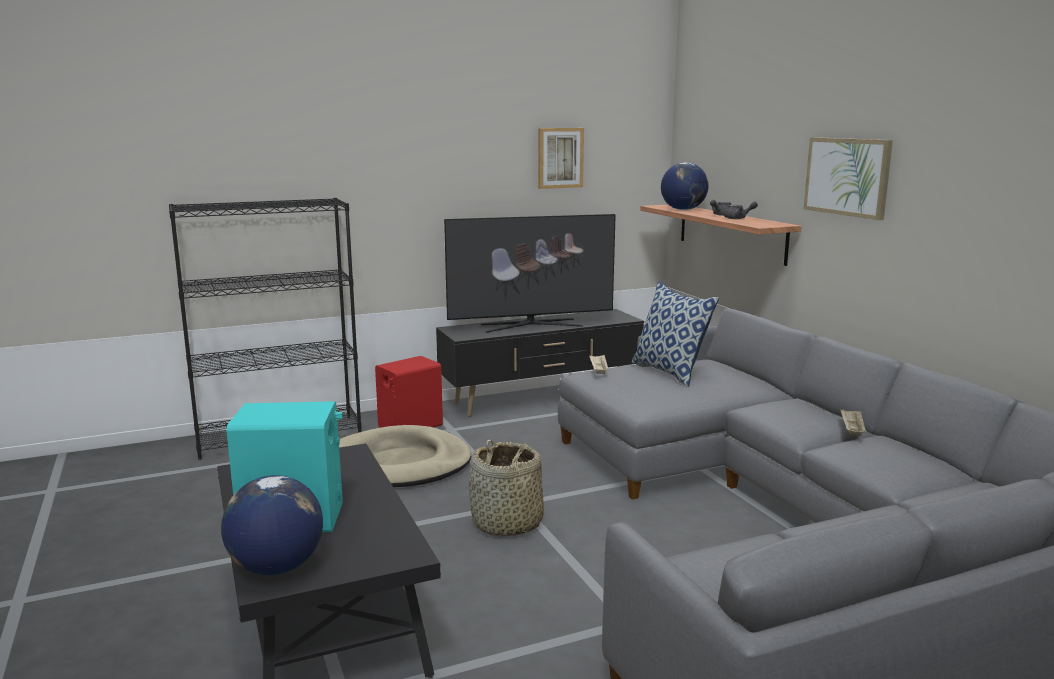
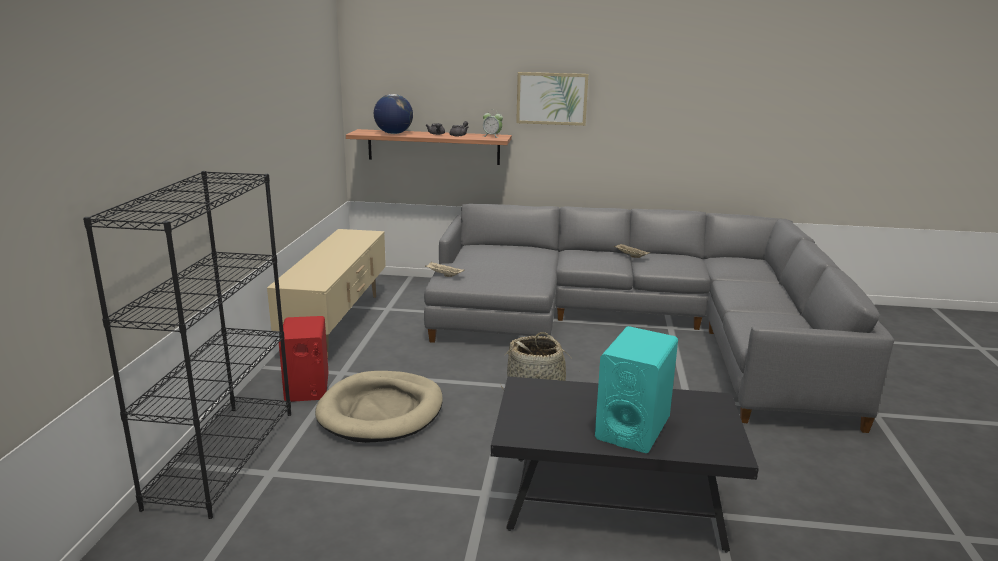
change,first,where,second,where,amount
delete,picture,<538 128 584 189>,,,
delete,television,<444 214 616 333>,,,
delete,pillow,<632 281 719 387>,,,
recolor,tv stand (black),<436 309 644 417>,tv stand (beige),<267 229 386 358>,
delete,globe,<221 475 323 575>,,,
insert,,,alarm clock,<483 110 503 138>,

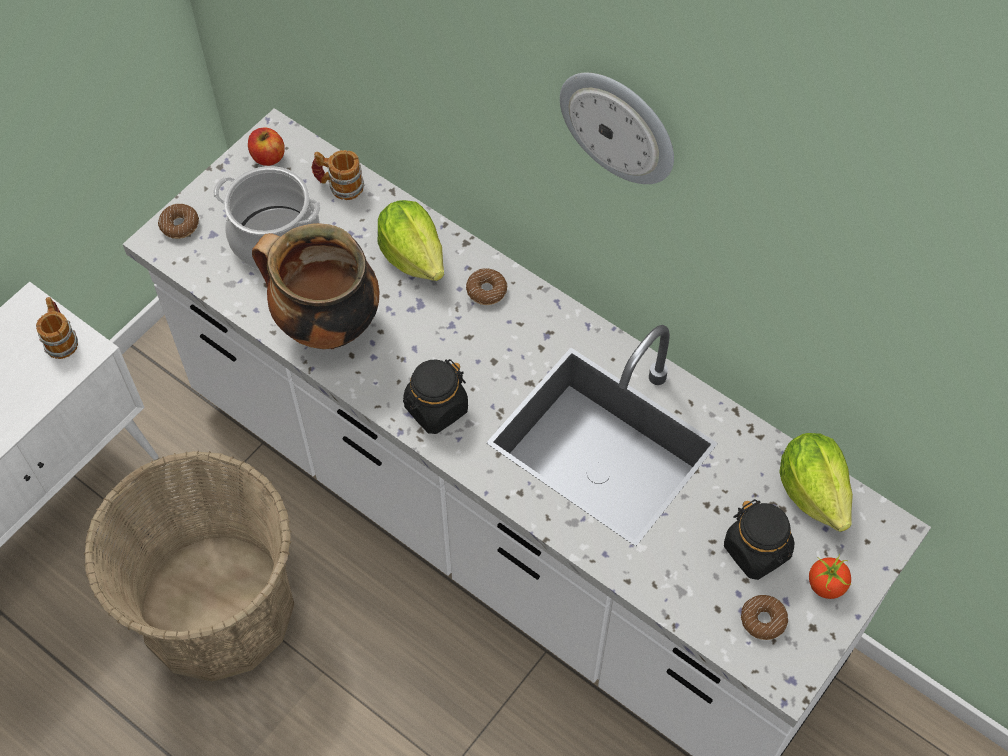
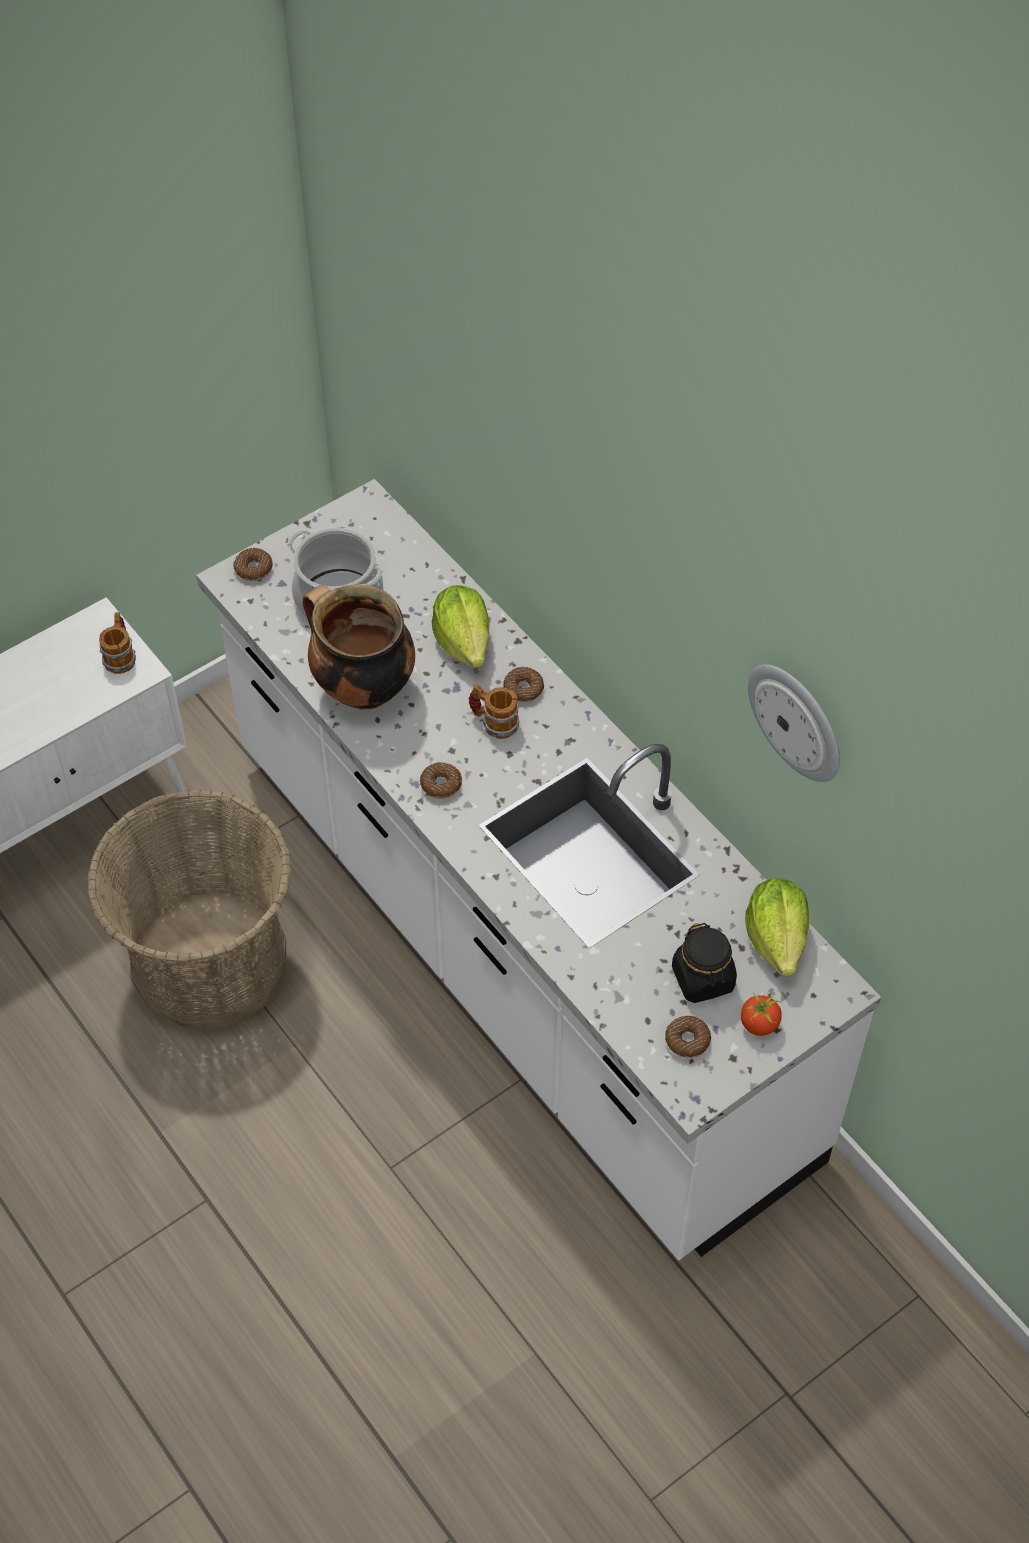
change,first,where,second,where,amount
move,wall clock,<560 73 674 184>,,<748 664 840 782>,
delete,apple,<248 127 285 166>,,,
move,mug,<311 150 364 200>,,<469 684 519 739>,
replace,jar (black),<403 359 468 434>,donut,<420 762 462 799>,

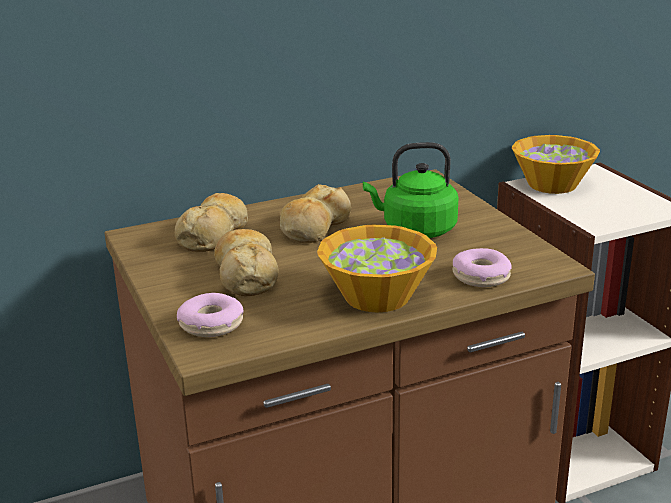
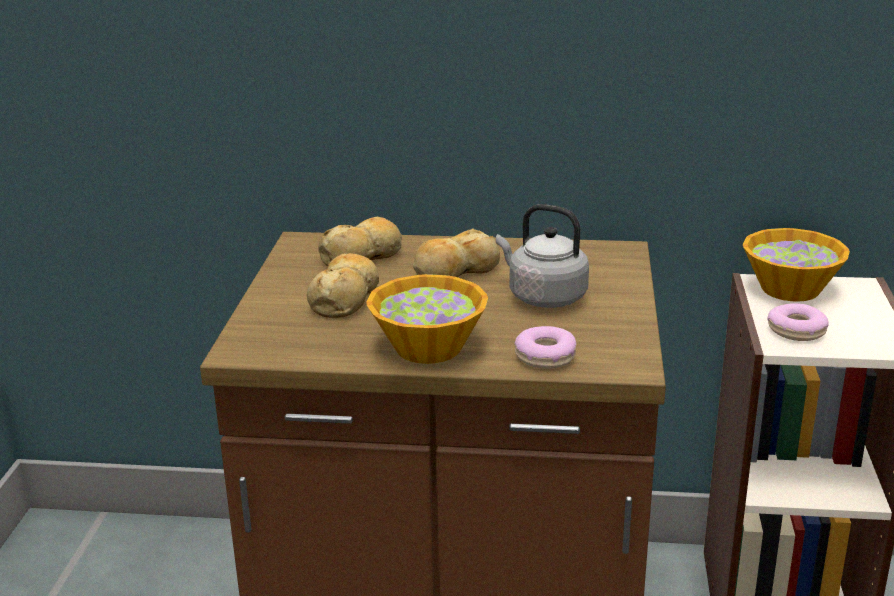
change,first,where,second,where,amount
recolor,kettle (green),<363 142 459 238>,kettle (grey),<496 204 589 308>,
move,donut,<177 293 243 337>,,<767 303 829 341>,

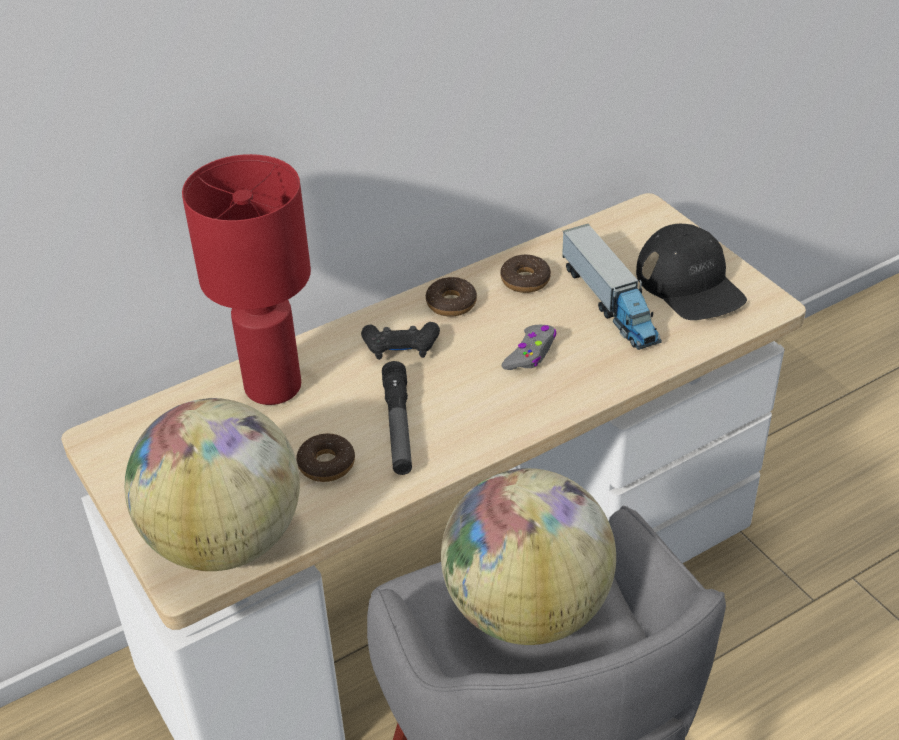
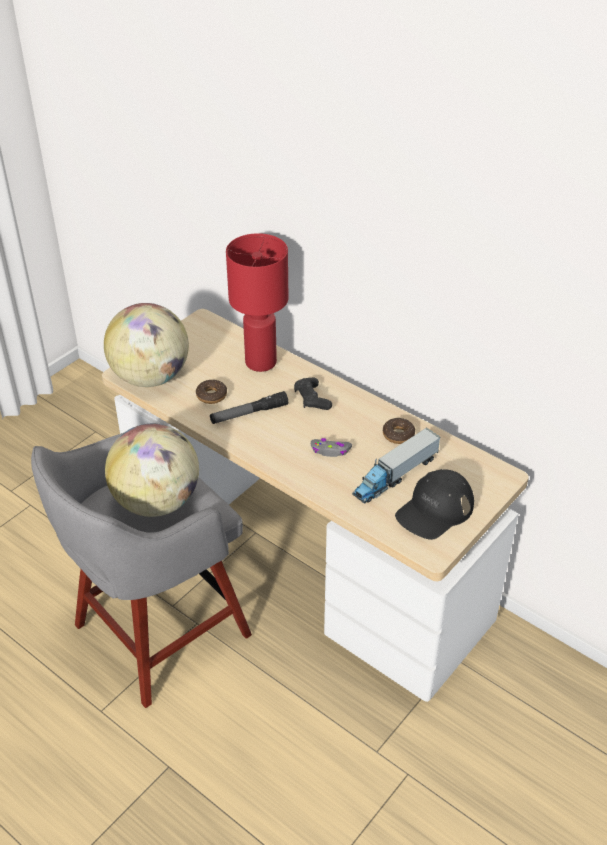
change,first,where,second,where,amount
delete,donut,<426 277 477 317>,,,

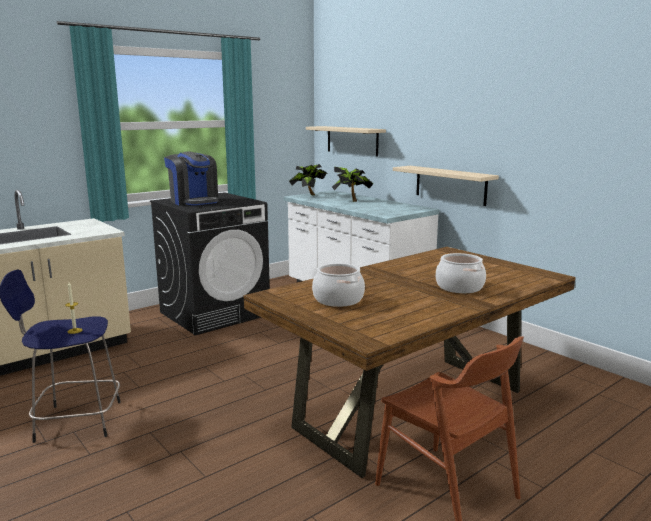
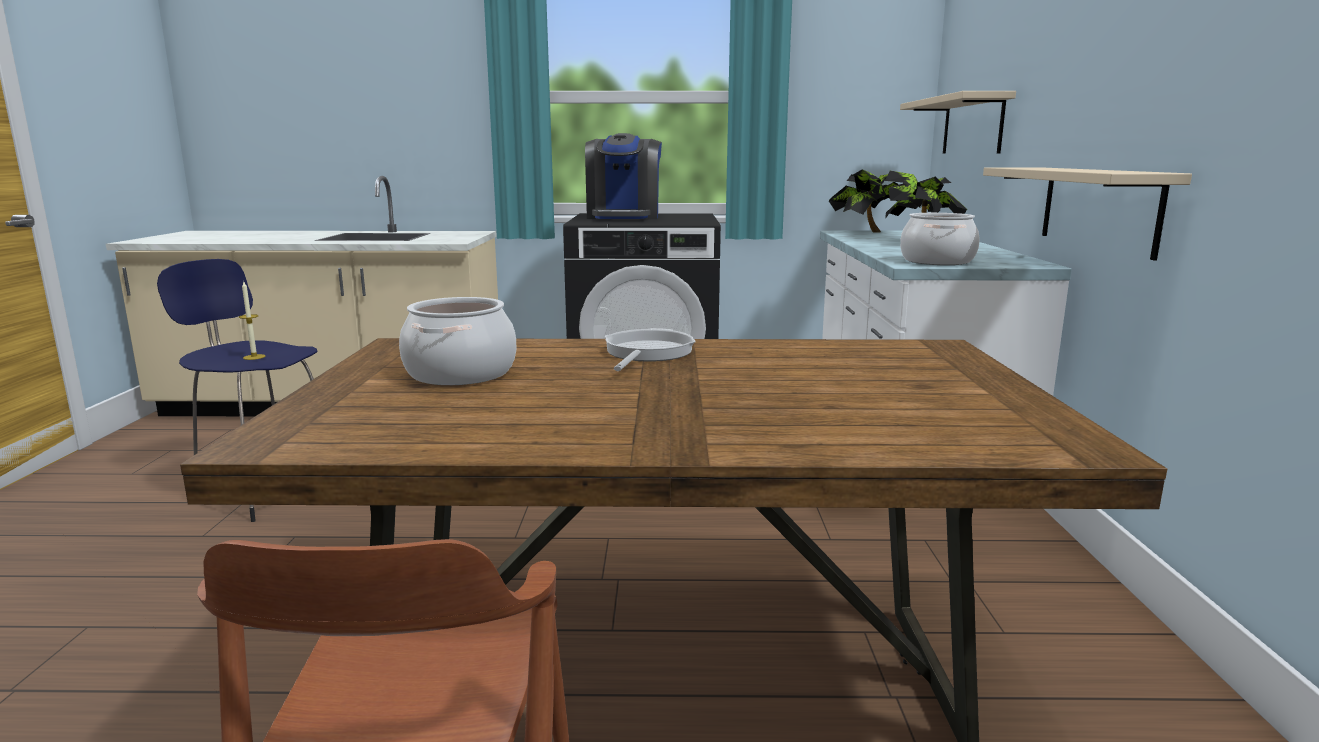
change,first,where,second,where,amount
move,cooking pot,<436 253 486 293>,,<900 213 980 265>,
insert,,,frying pan,<605 328 696 371>,

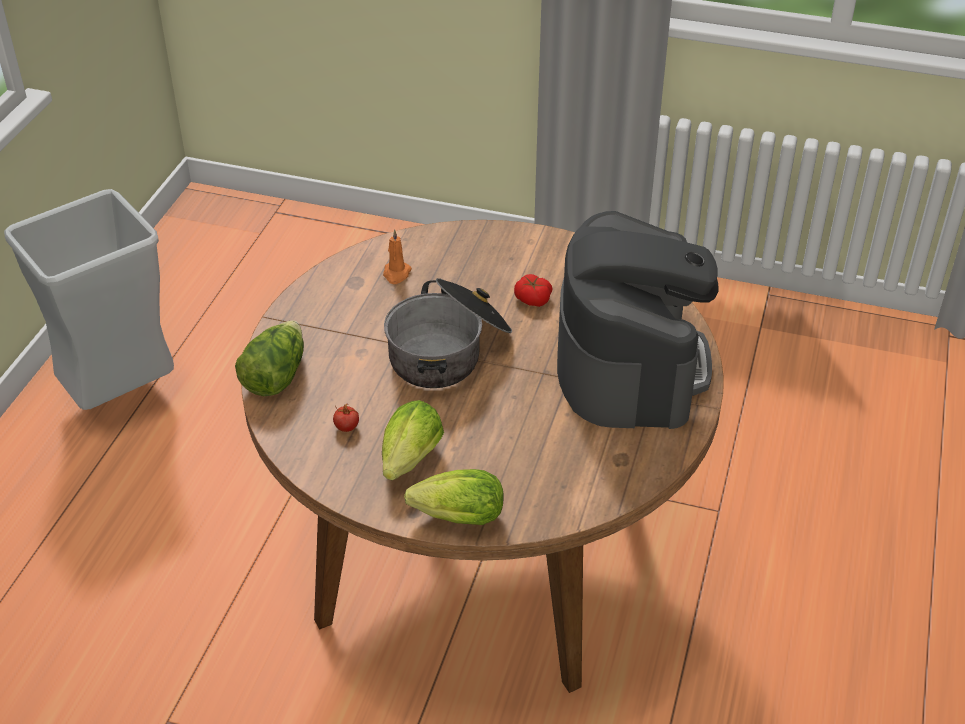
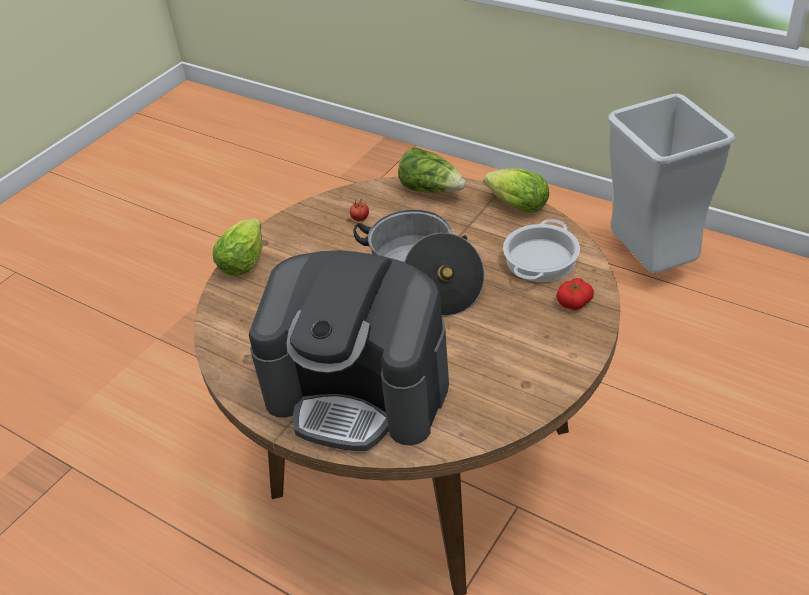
change,first,where,second,where,amount
replace,candle (orange),<383 229 412 284>,cooking pot,<503 219 580 282>,
move,tomato,<514 274 552 307>,,<556 278 594 310>,
move,lettuce,<382 400 444 481>,,<483 169 549 212>,

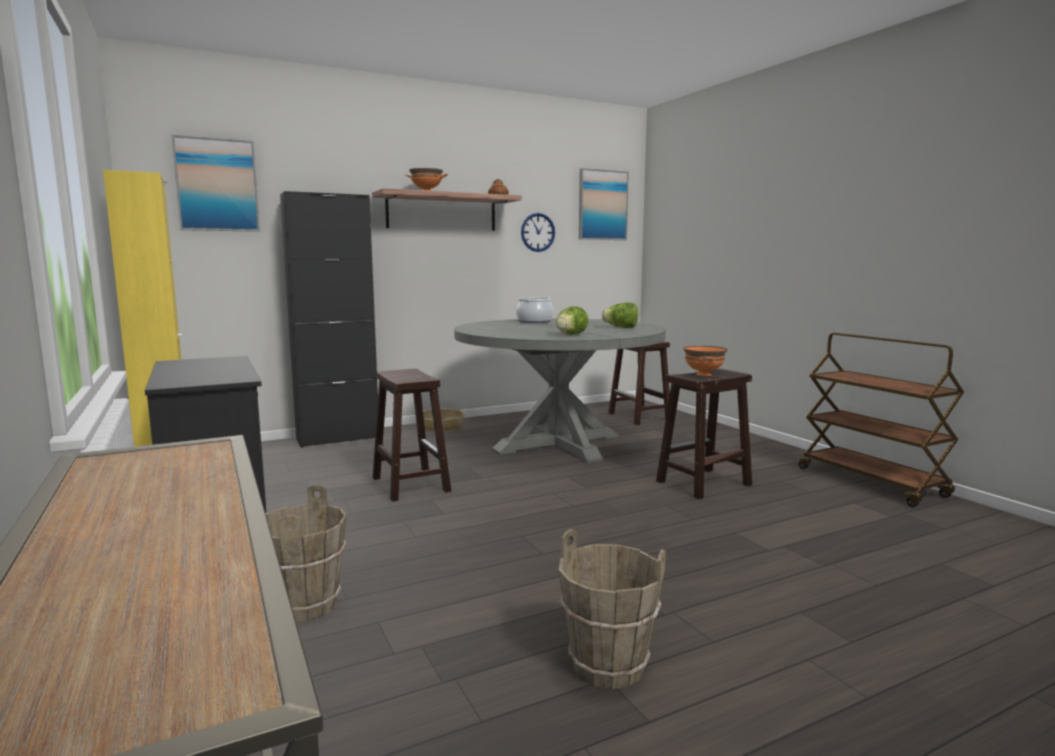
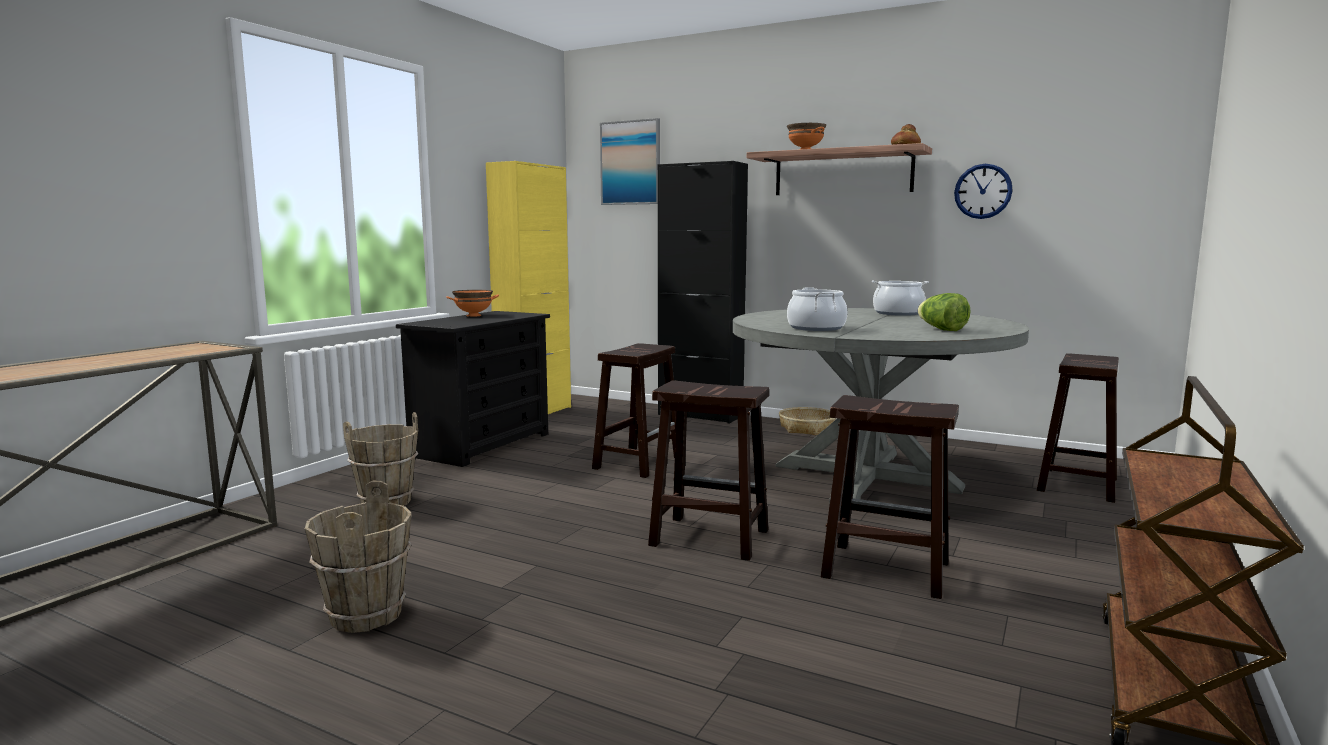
change,first,where,second,where,amount
delete,picture,<579 168 629 240>,,,
replace,lettuce,<556 306 588 334>,cooking pot,<787 287 847 331>,
move,bowl (orange),<683 346 727 376>,,<446 290 499 317>,
insert,,,stool (brown),<648 380 769 561>,

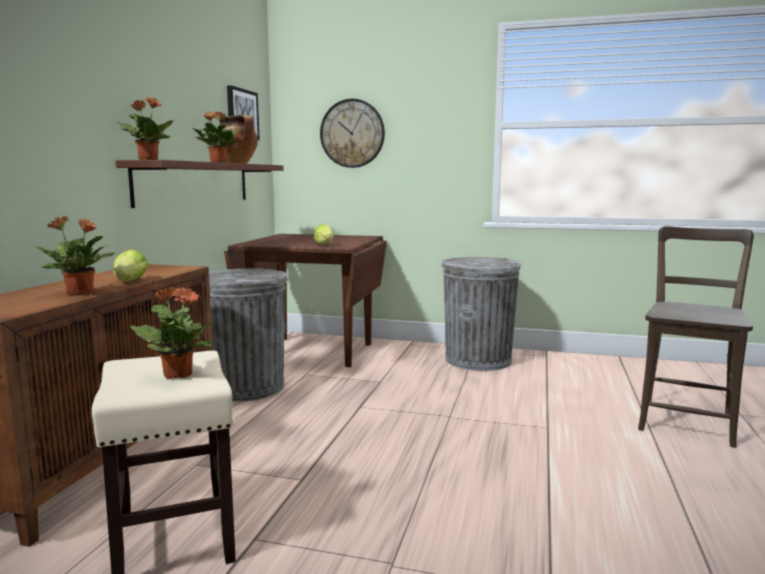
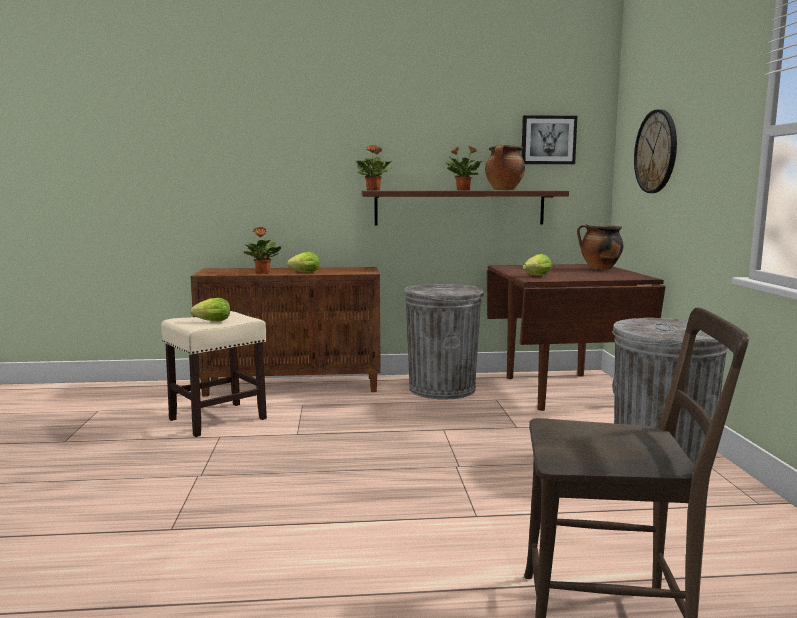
change,first,where,second,where,amount
replace,potted plant,<130 286 214 379>,lettuce,<190 298 230 321>,
insert,,,cooking pot,<577 225 623 270>,

